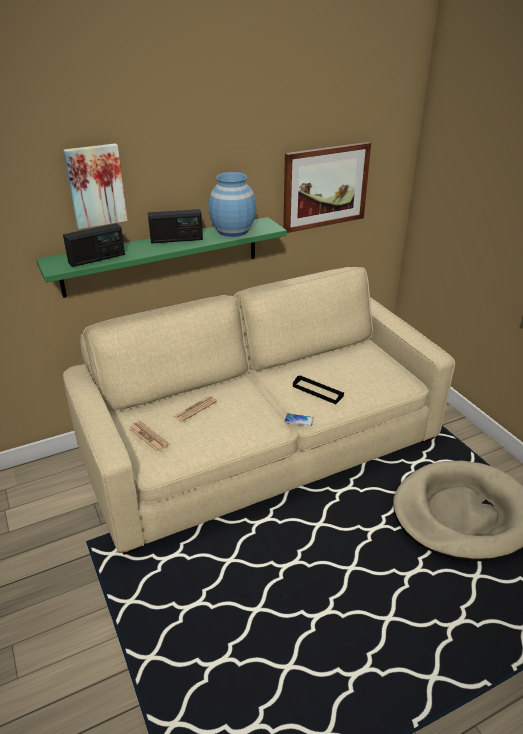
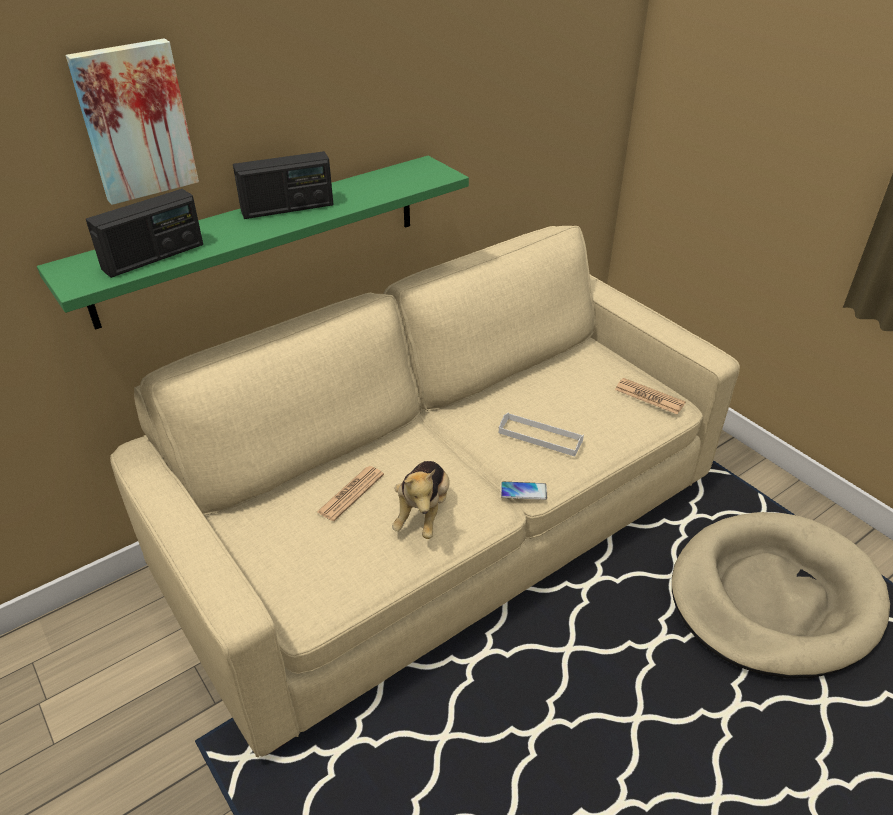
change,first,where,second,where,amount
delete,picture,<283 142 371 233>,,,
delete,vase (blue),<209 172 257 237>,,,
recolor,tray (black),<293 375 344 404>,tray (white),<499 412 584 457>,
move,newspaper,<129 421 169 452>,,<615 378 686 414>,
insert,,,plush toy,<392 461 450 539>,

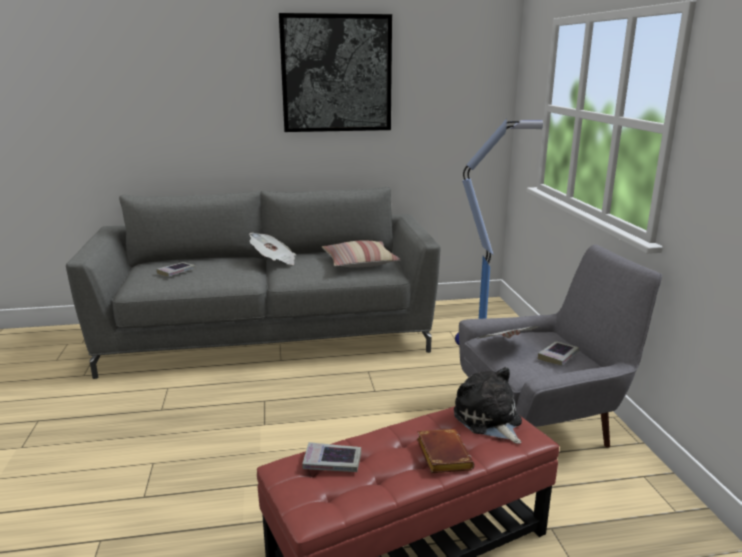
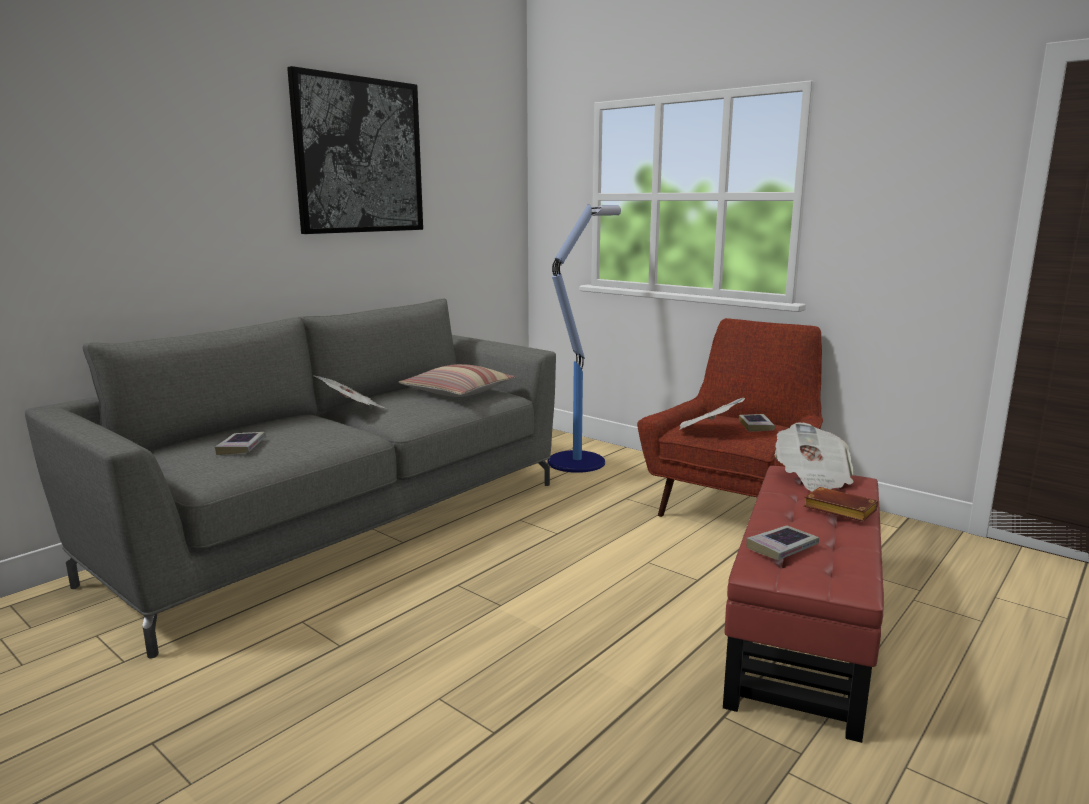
change,first,where,second,where,amount
recolor,armchair (grey),<459 244 662 448>,armchair (red),<637 318 823 517>,
replace,plush toy,<454 367 522 444>,newspaper,<775 423 854 492>,

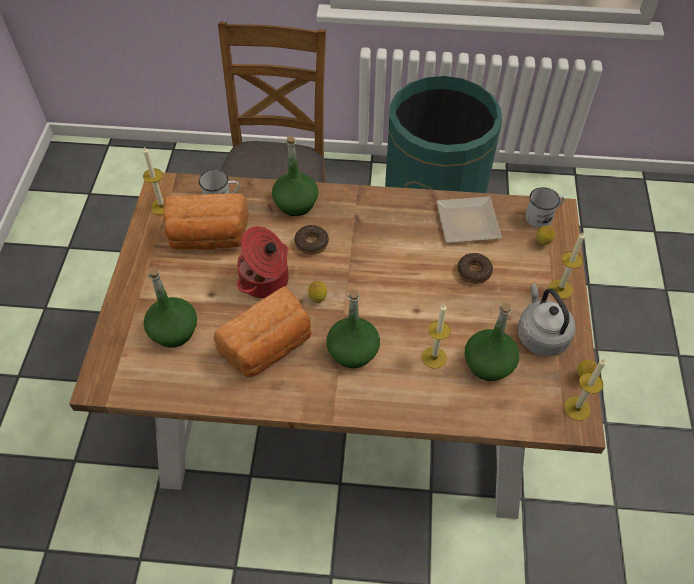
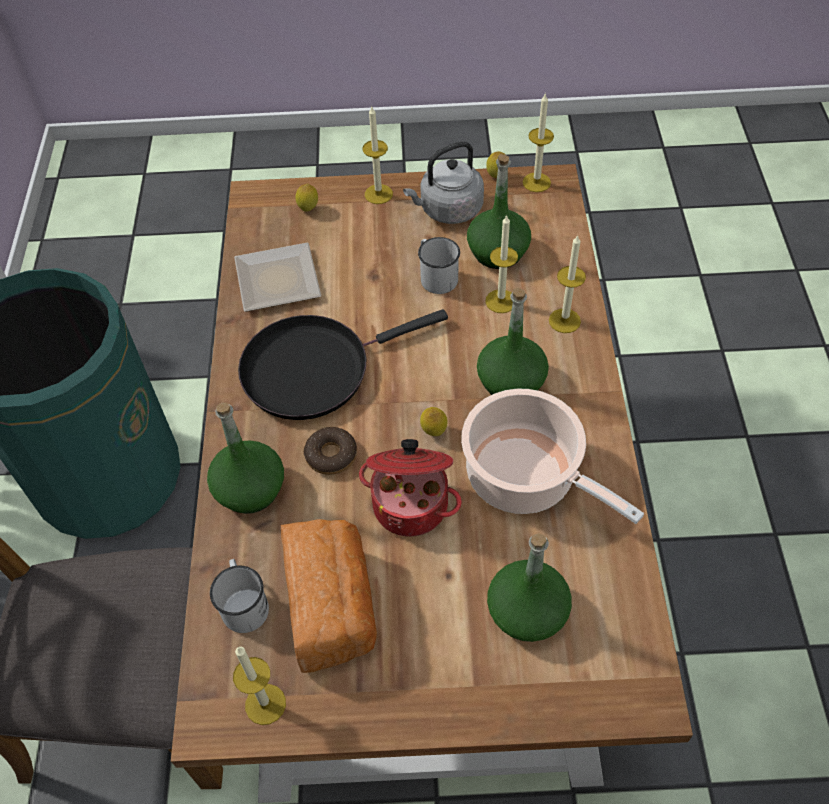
change,first,where,second,where,amount
move,mug (white),<525 187 565 228>,,<418 237 460 294>,
delete,donut,<457 253 493 284>,,,
replace,bread,<214 286 311 377>,cooking pot,<461 389 644 524>,
insert,,,candle,<549 235 586 333>,
insert,,,frying pan (black),<238 309 448 420>,

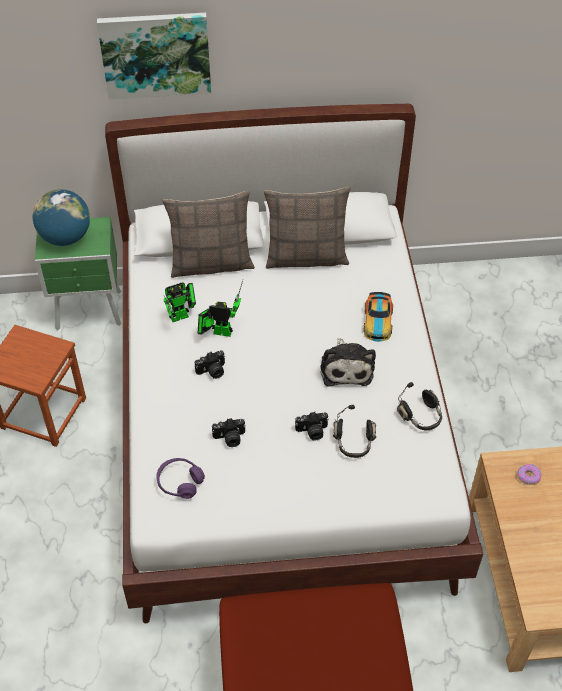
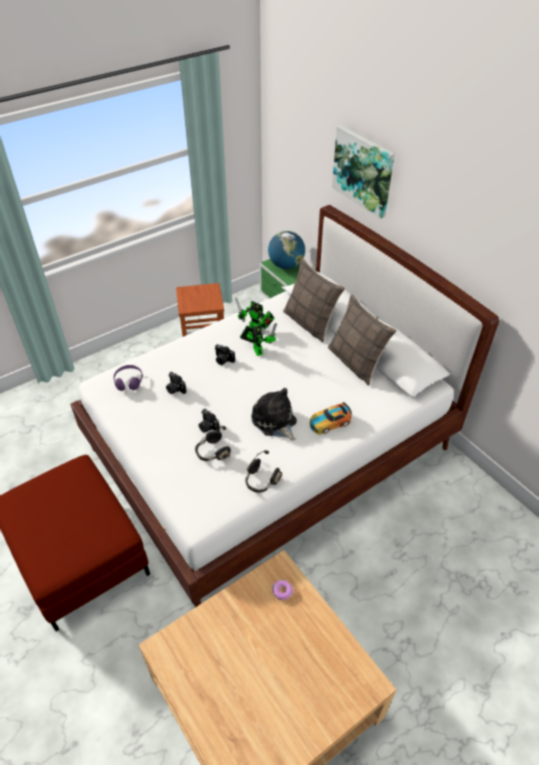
change,first,where,second,where,amount
rotate,plush toy,<321 338 376 387>,,<251 388 297 441>,90 degrees clockwise

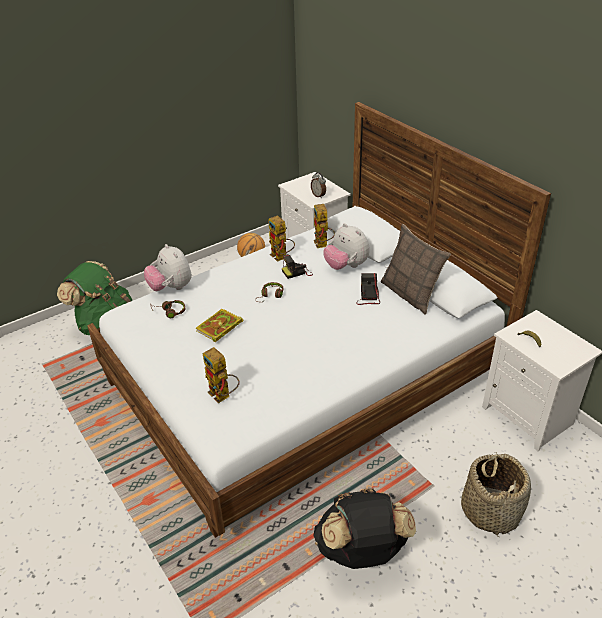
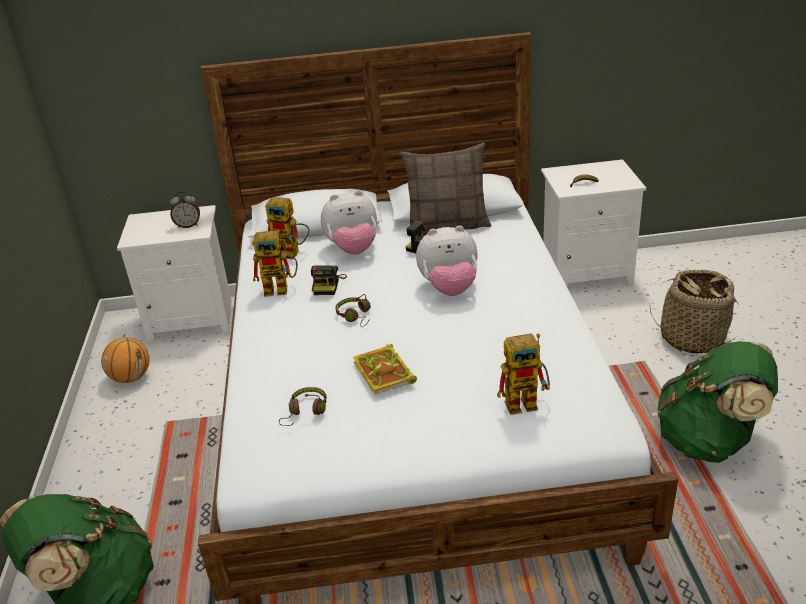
change,first,where,second,where,amount
move,plush toy,<144 244 192 291>,,<416 225 478 296>,
recolor,backpack (black),<313 488 416 569>,backpack (green),<657 341 778 463>,

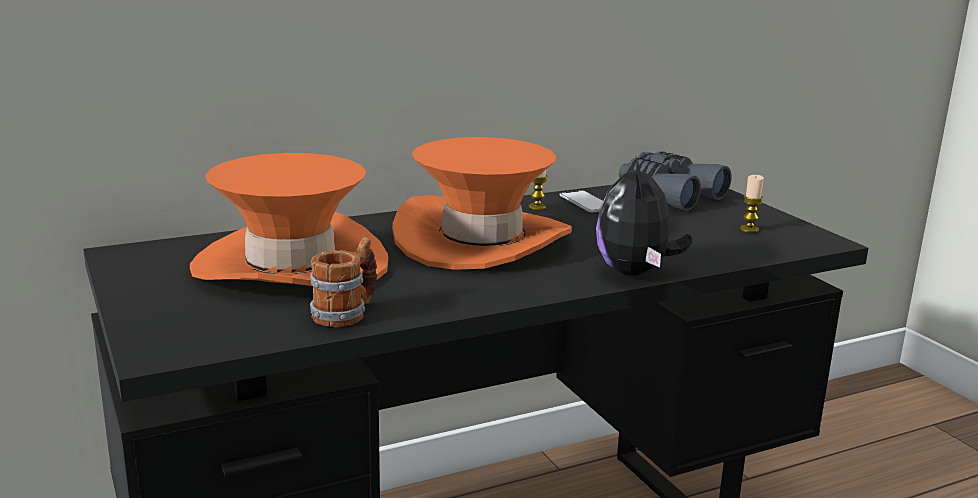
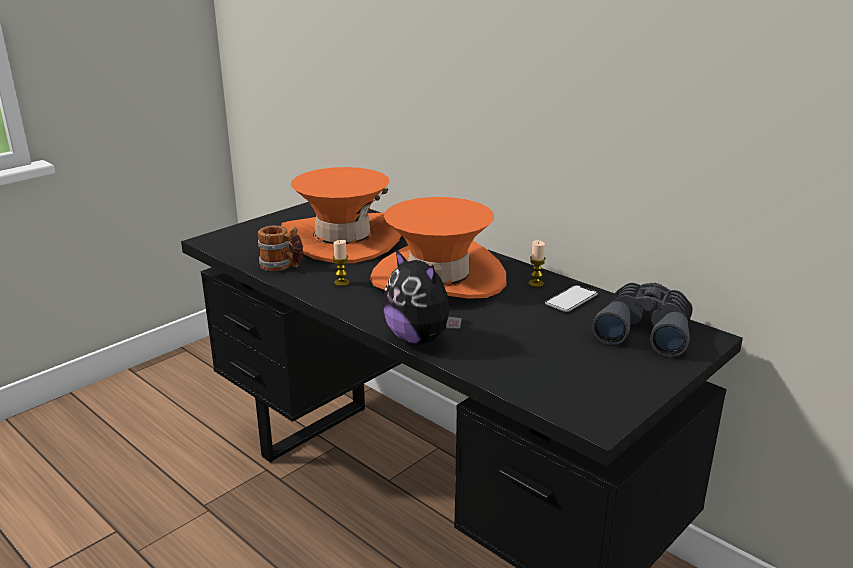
change,first,where,second,where,amount
rotate,plush toy,<596 157 692 276>,,<382 248 462 344>,120 degrees counterclockwise
move,candle,<740 175 764 233>,,<333 240 349 286>,

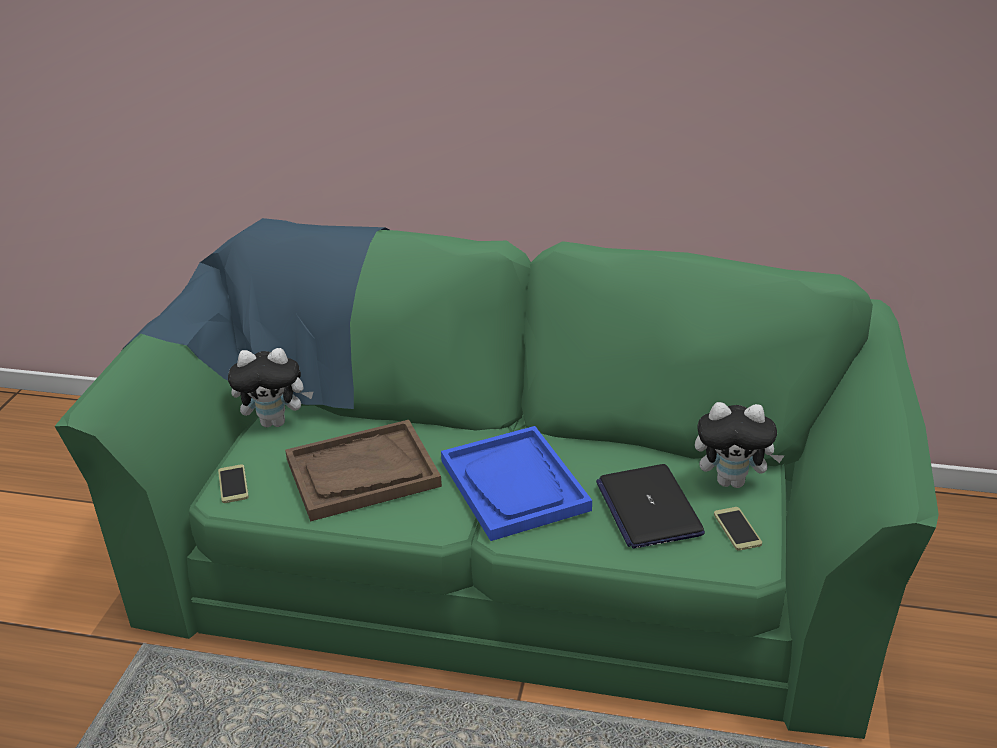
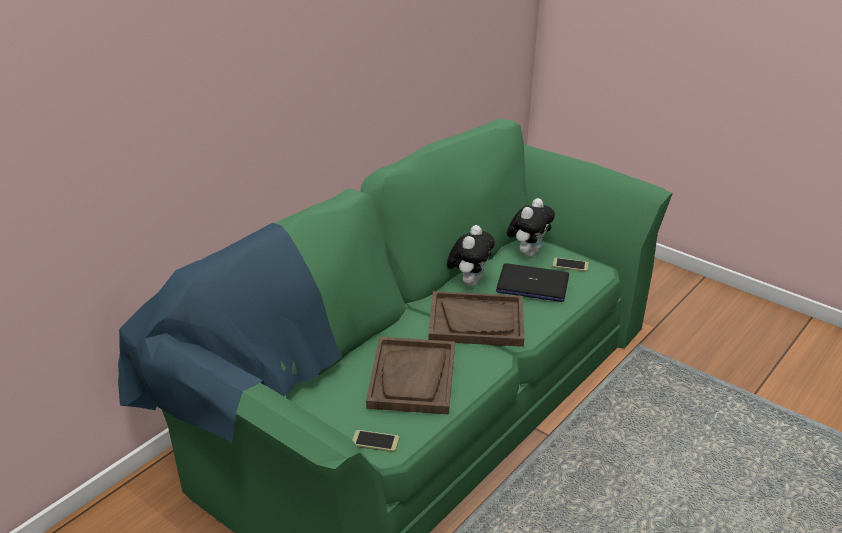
change,first,where,second,where,amount
move,plush toy,<228 348 313 427>,,<447 225 495 286>,
recolor,tray (blue),<441 426 592 541>,tray (brown),<428 291 524 347>,

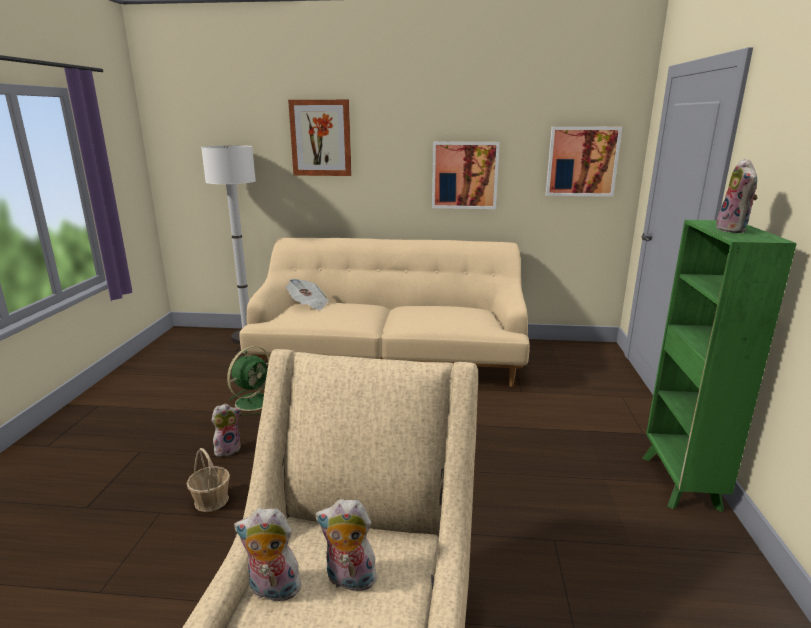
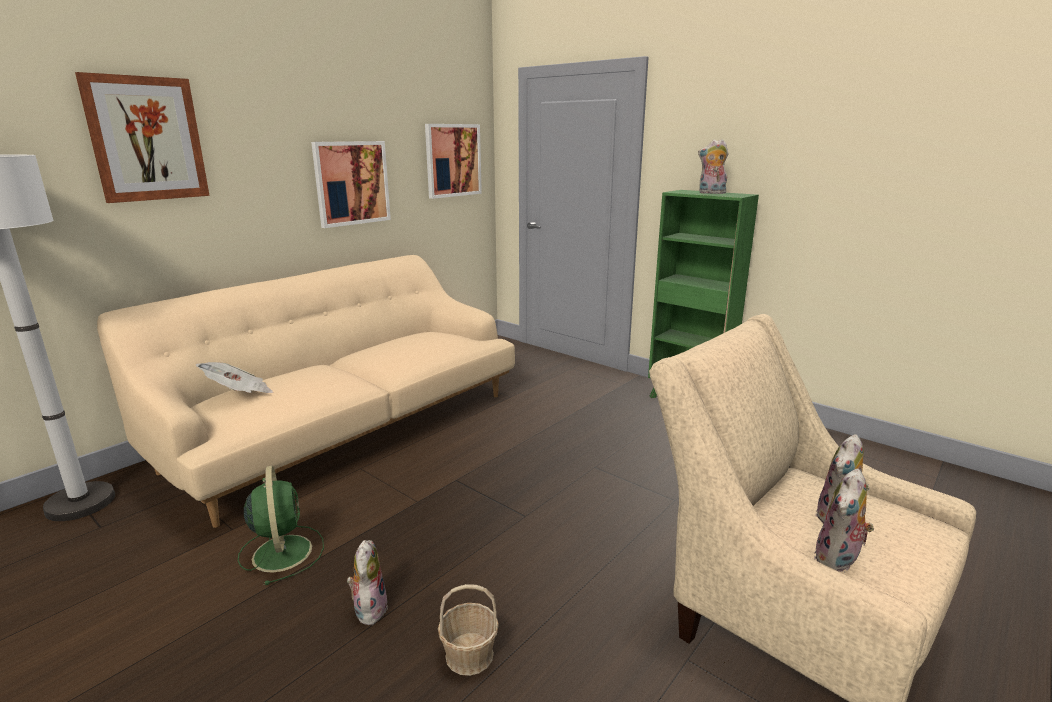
change,first,where,second,where,amount
rotate,plush toy,<716 159 758 233>,,<698 139 729 194>,150 degrees clockwise

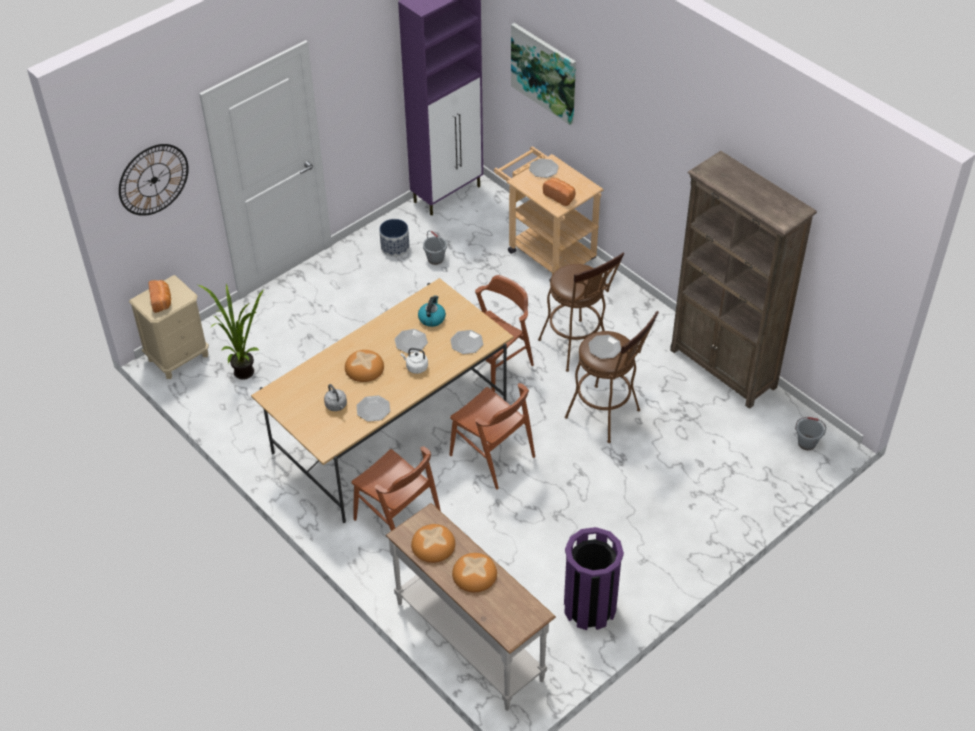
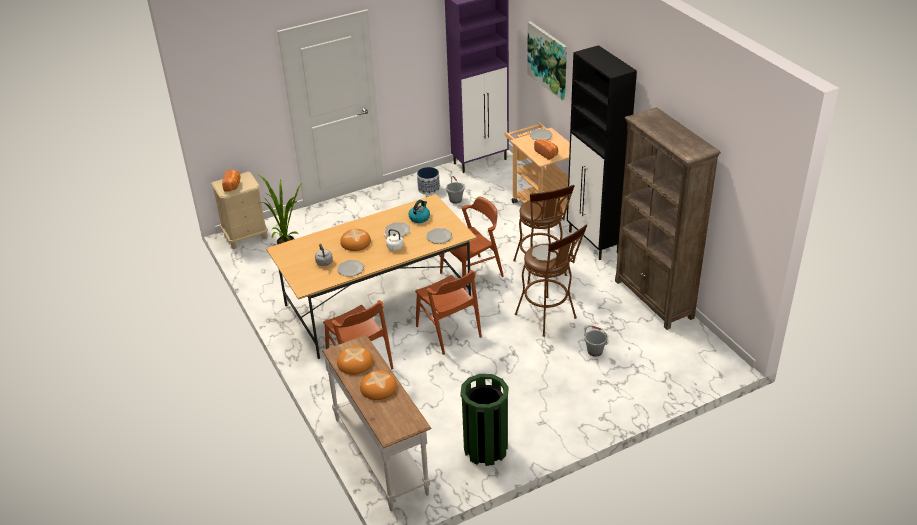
change,first,where,second,where,amount
delete,wall clock,<119 144 189 216>,,,
move,bucket (grey),<795 417 826 450>,,<585 326 608 357>,
recolor,trash can (purple),<564 527 624 630>,trash can (green),<460 374 508 466>,
insert,,,cabinet (black),<567 45 637 260>,

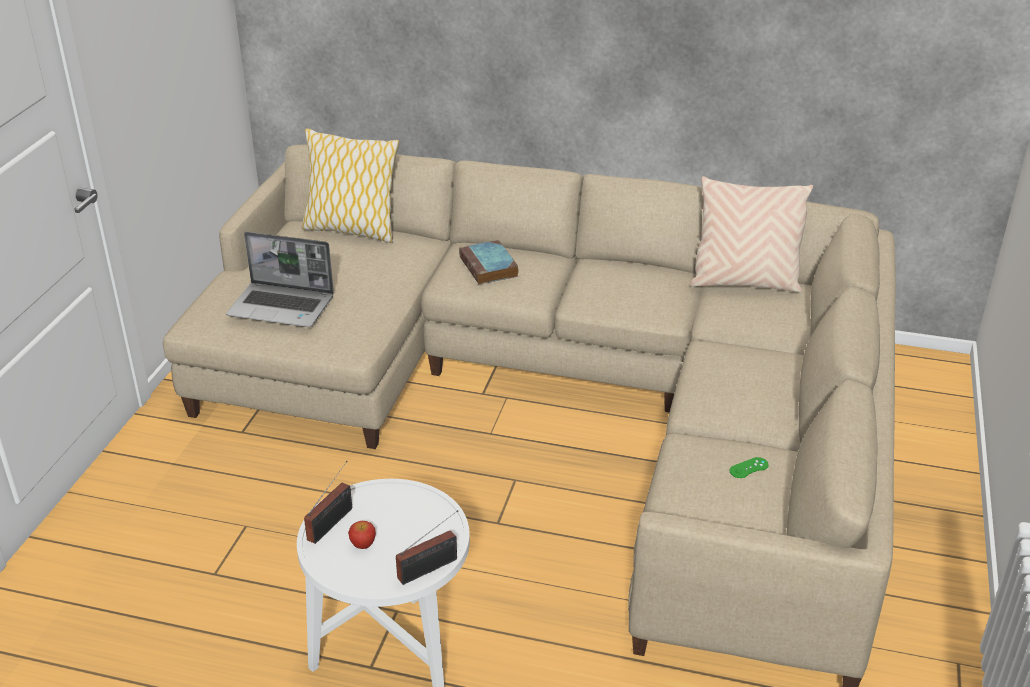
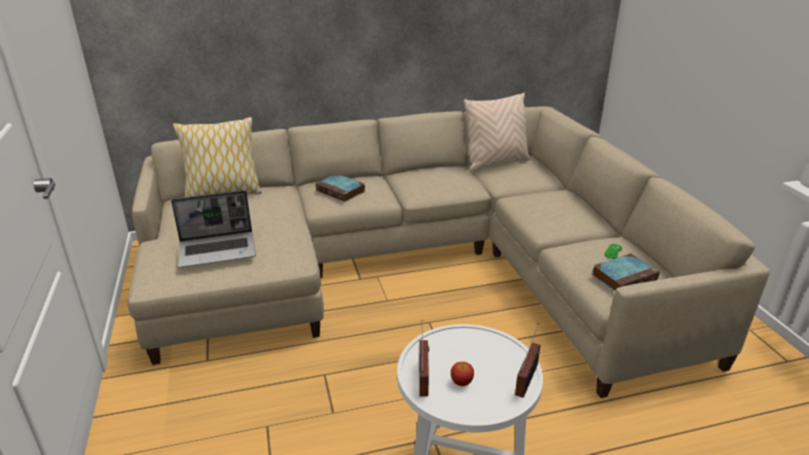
change,first,where,second,where,amount
insert,,,book,<592 253 660 291>,

